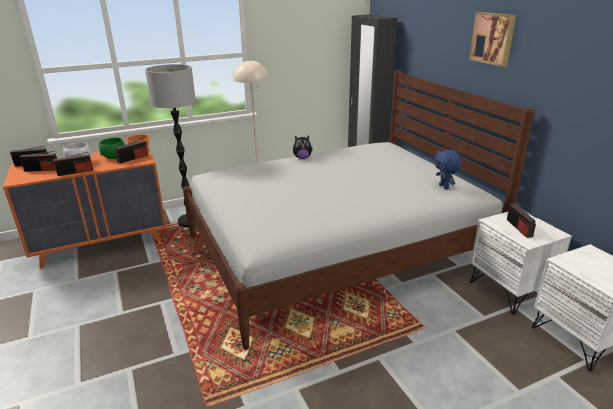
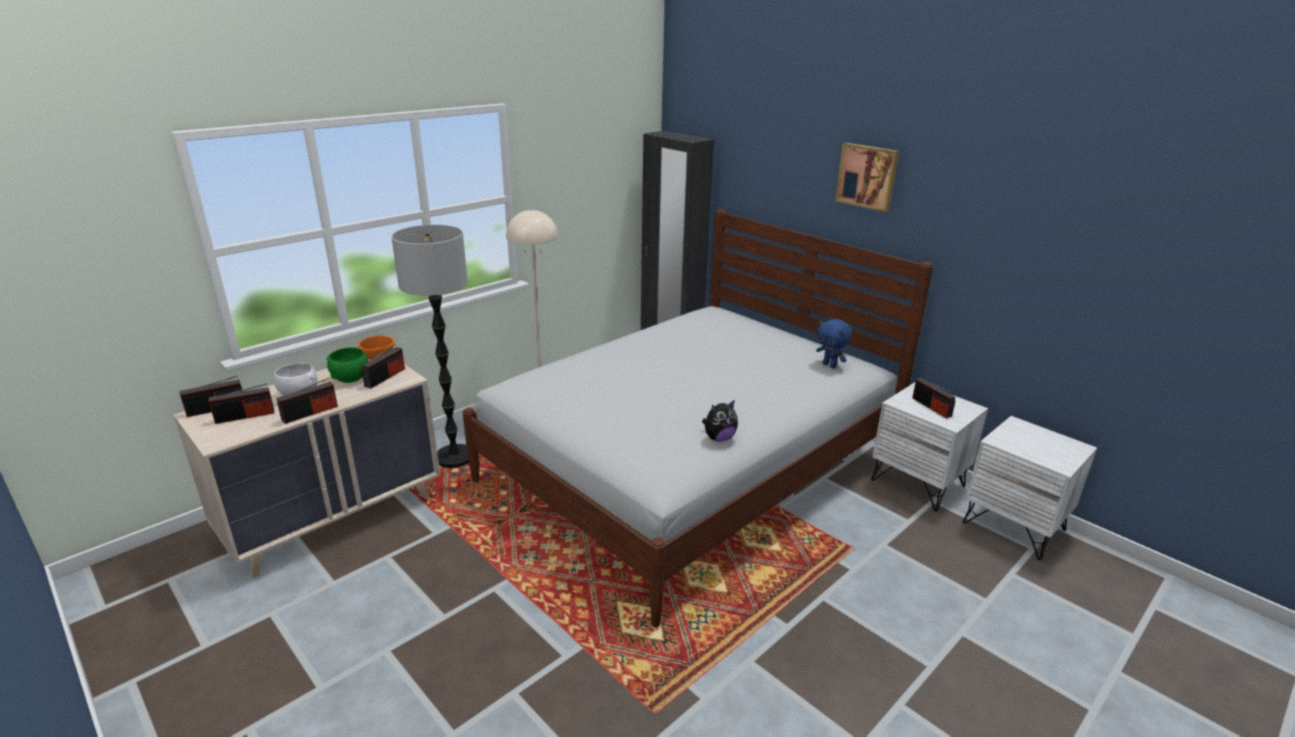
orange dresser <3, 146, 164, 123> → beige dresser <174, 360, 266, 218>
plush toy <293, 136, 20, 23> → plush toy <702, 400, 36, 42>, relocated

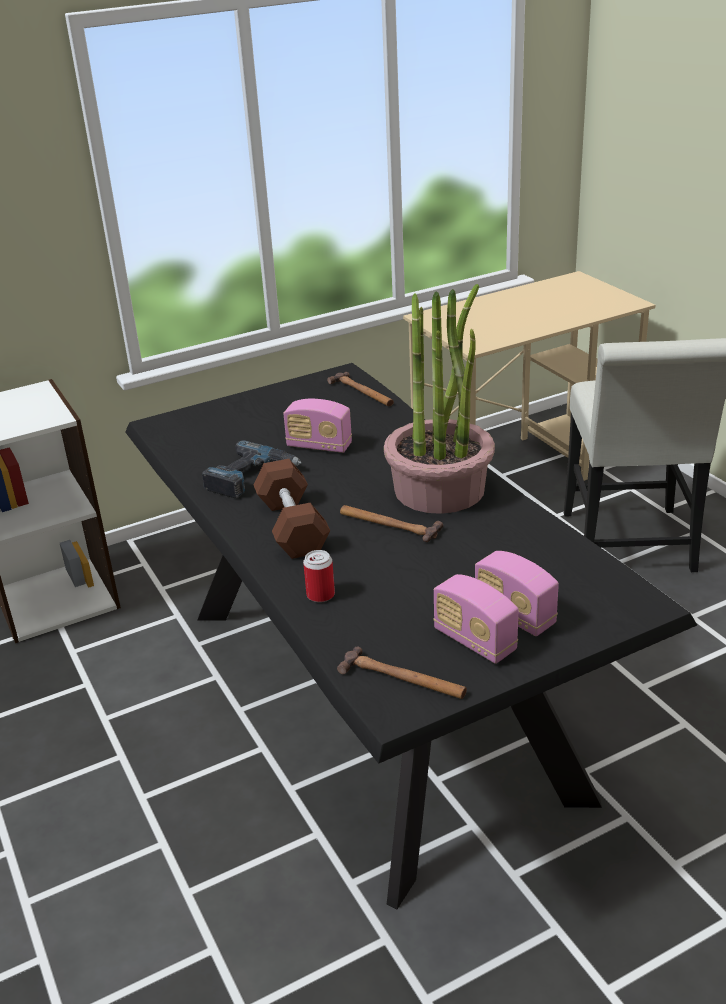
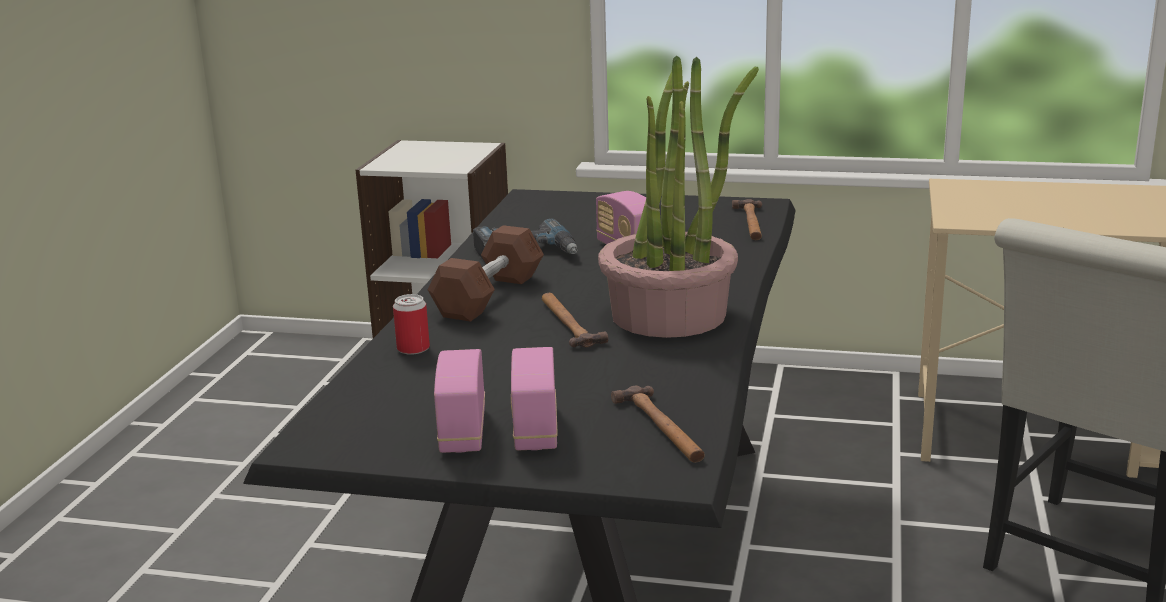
hammer <337, 646, 130, 53> → hammer <611, 386, 94, 77>, relocated

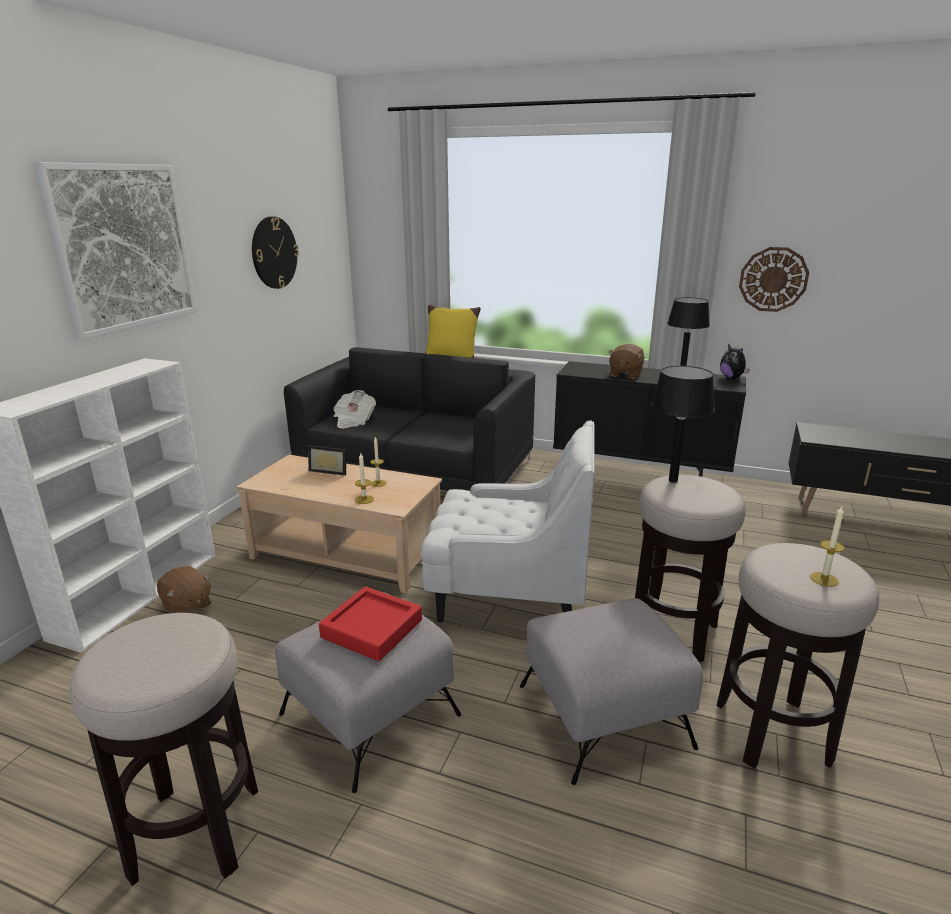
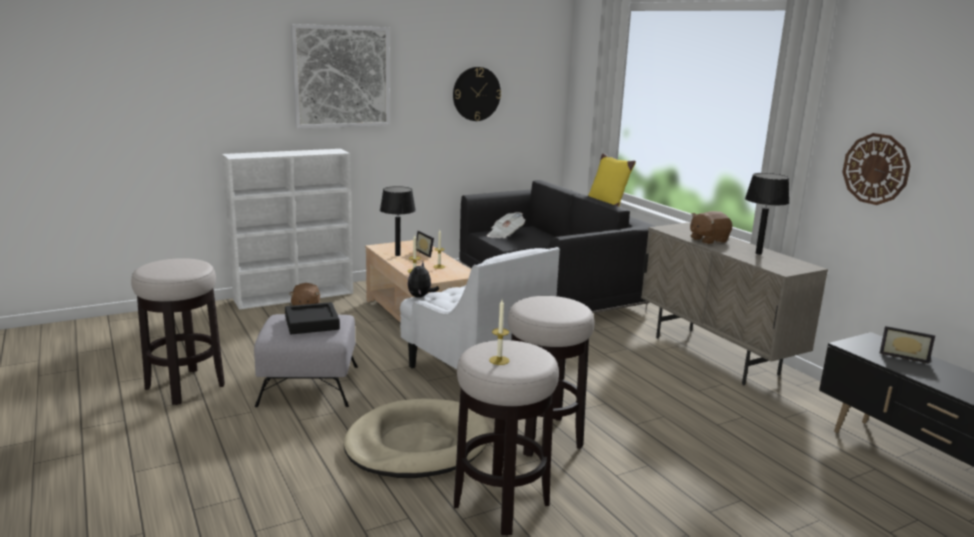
red tray <319, 586, 103, 76> → black tray <285, 302, 55, 32>
grey ottoman <520, 598, 183, 187> → beige dog bed <344, 398, 145, 80>
black table lamp <651, 366, 64, 117> → black table lamp <380, 186, 36, 70>, relocated
plush toy <720, 344, 30, 35> → plush toy <408, 262, 31, 36>, relocated
black cabinet <553, 361, 193, 116> → beige cabinet <641, 223, 187, 162>
- → picture frame <879, 326, 56, 38>

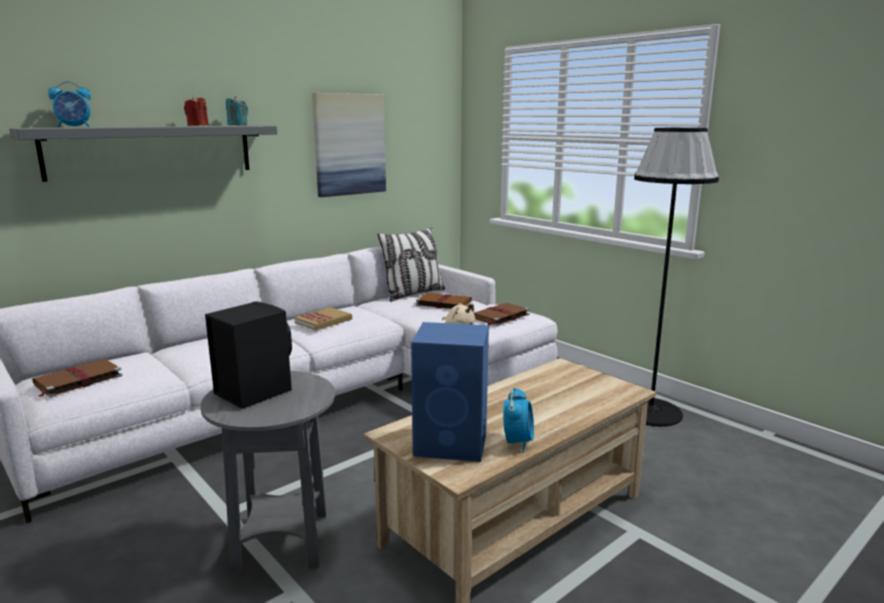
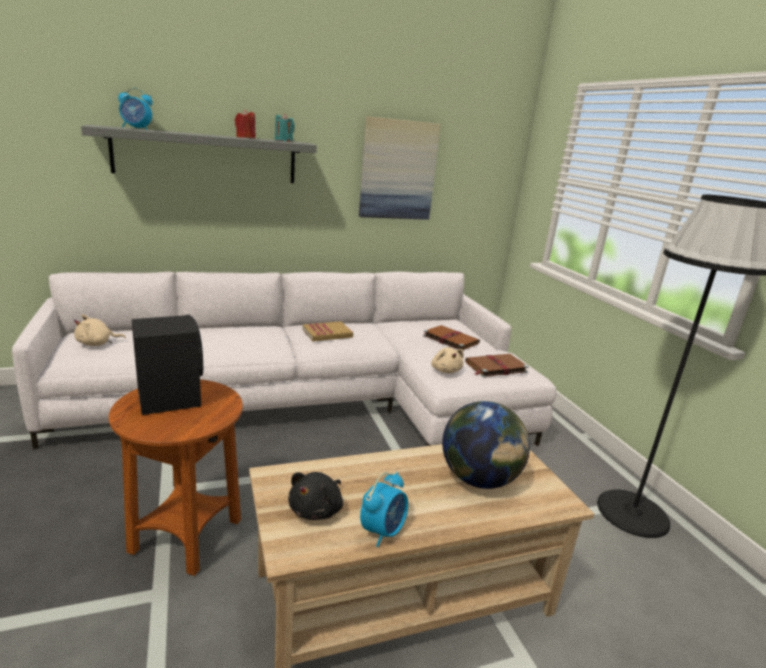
brown book <32, 359, 90, 38> → beige plush toy <74, 314, 52, 32>
grey side table <200, 371, 135, 202> → brown side table <109, 380, 134, 196>
blue speaker <411, 322, 78, 140> → black plush toy <288, 472, 55, 48>
- → globe <442, 401, 88, 88>
pillow <377, 227, 68, 75> → -

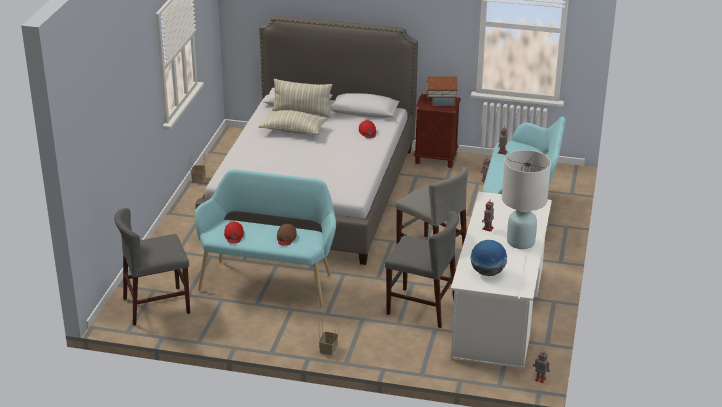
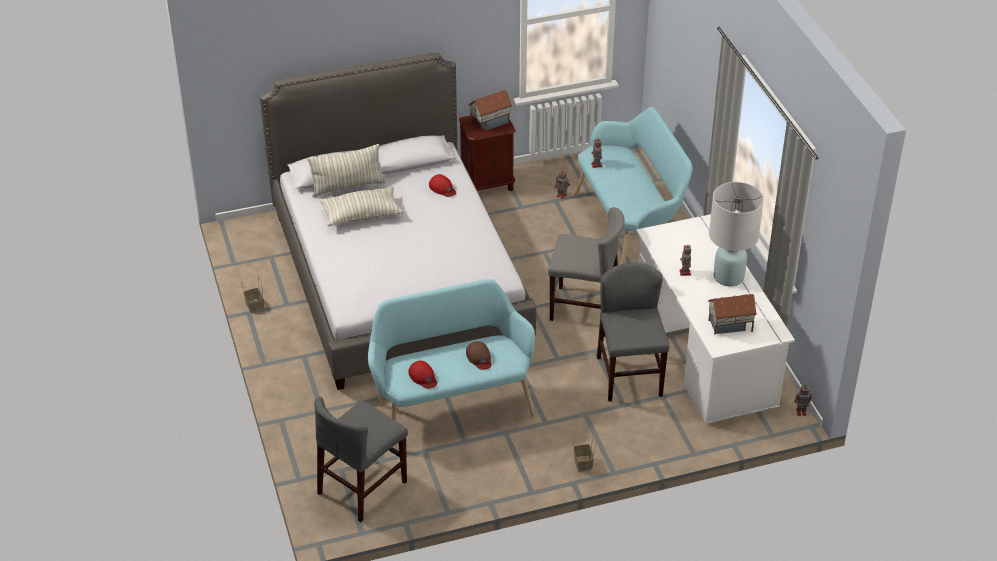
grey chair <385, 211, 74, 117> → grey chair <597, 263, 73, 139>, 90 degrees counterclockwise
globe <470, 240, 37, 36> → toy house <708, 294, 49, 41>

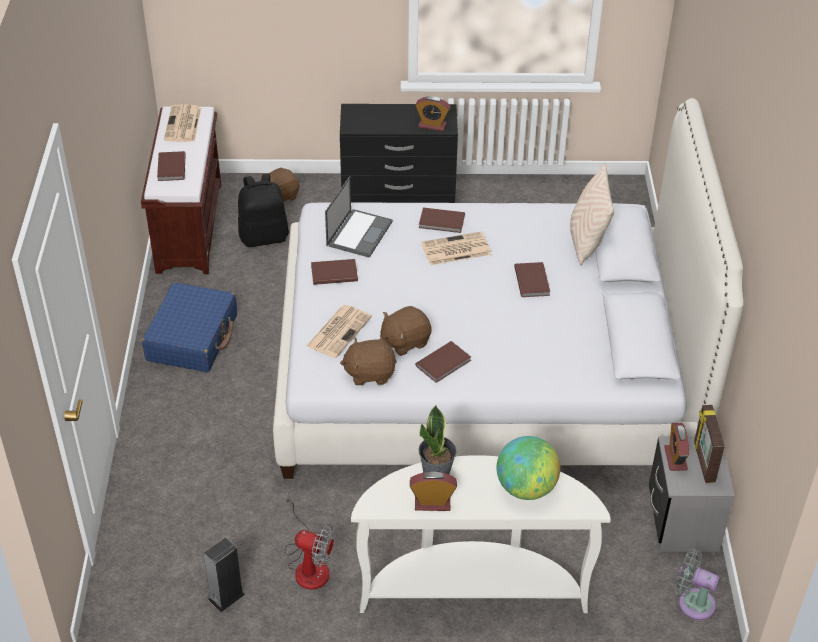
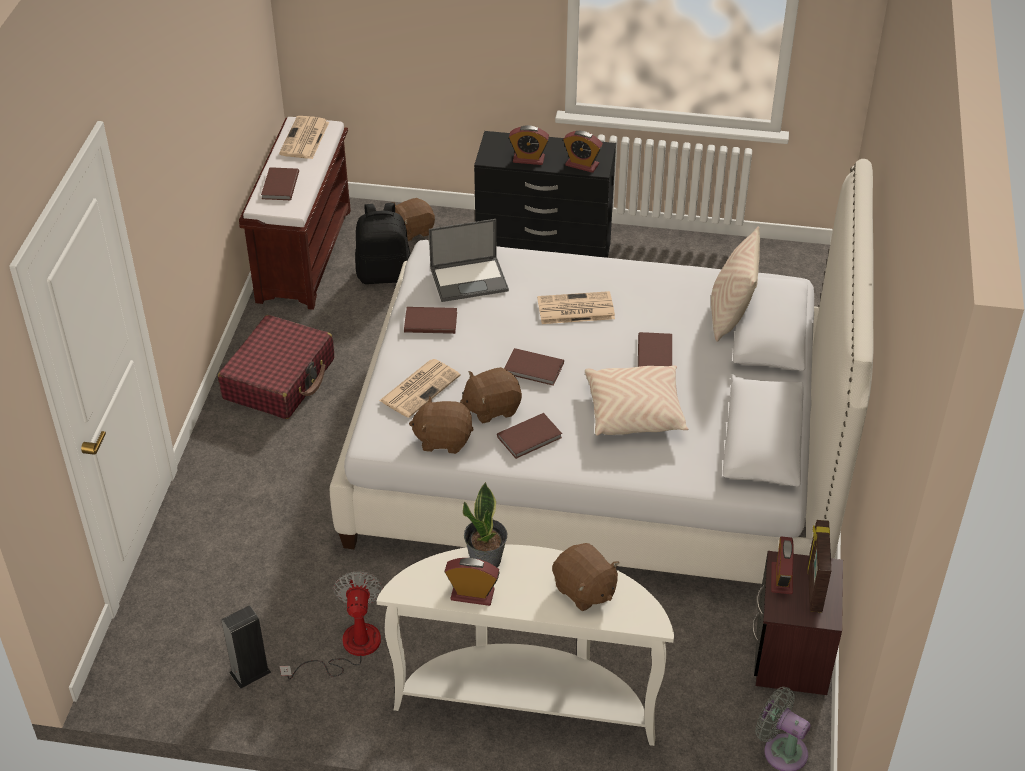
blue suitcase <142, 282, 95, 90> → red suitcase <218, 315, 116, 104>
fan <284, 492, 51, 98> → fan <280, 571, 103, 109>, 120 degrees counterclockwise
laptop <325, 176, 68, 82> → laptop <429, 219, 80, 83>, 45 degrees clockwise
brown book <419, 208, 46, 25> → brown book <504, 348, 60, 38>, relocated
- → alarm clock <509, 125, 40, 40>
globe <497, 436, 63, 64> → brown plush toy <552, 543, 68, 68>
- → beige pillow <585, 365, 103, 71>
grey nightstand <649, 436, 86, 116> → brown nightstand <752, 551, 91, 144>

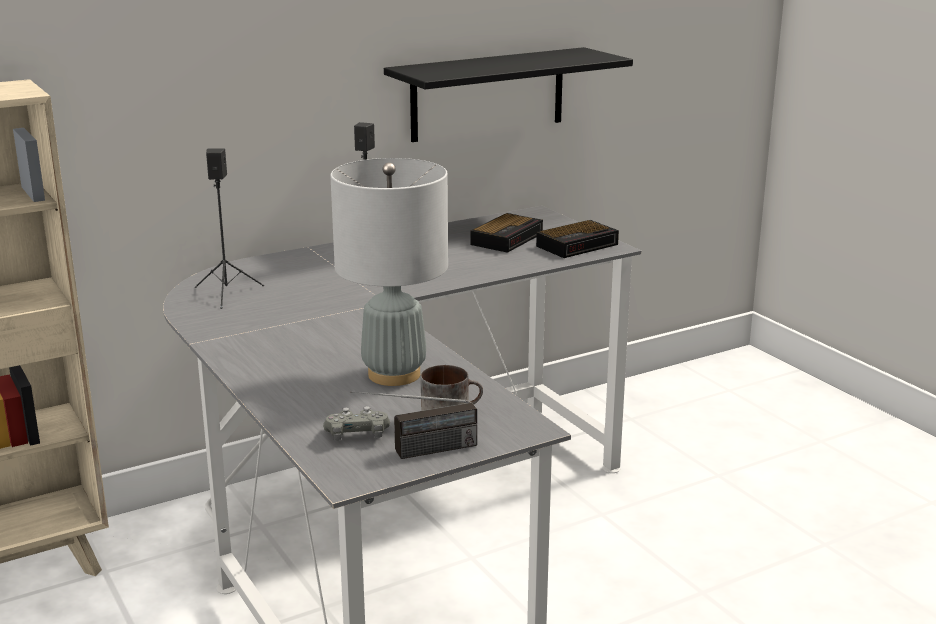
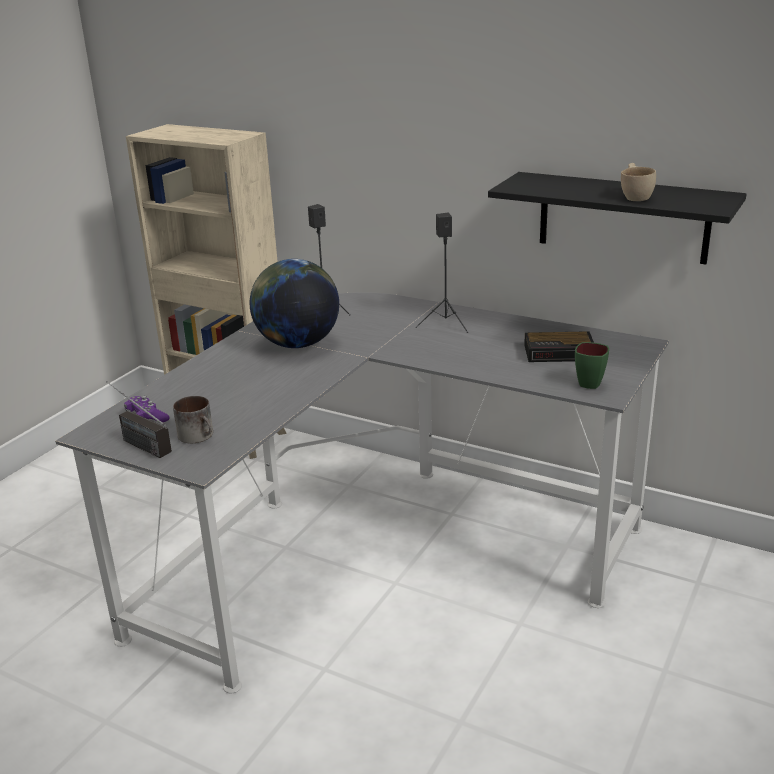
grey game controller <323, 406, 67, 34> → purple game controller <124, 396, 46, 26>
- → globe <250, 259, 89, 89>
alarm clock <536, 220, 83, 38> → green mug <575, 342, 34, 47>
- → beige cup <621, 163, 35, 38>
grey table lamp <330, 158, 118, 228> → -

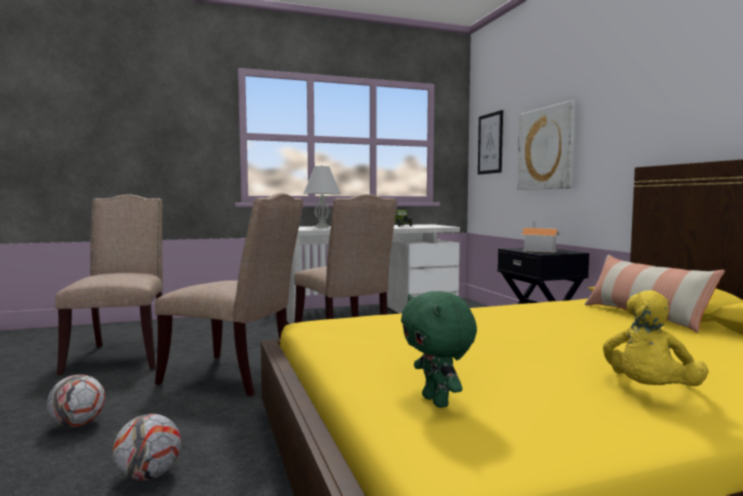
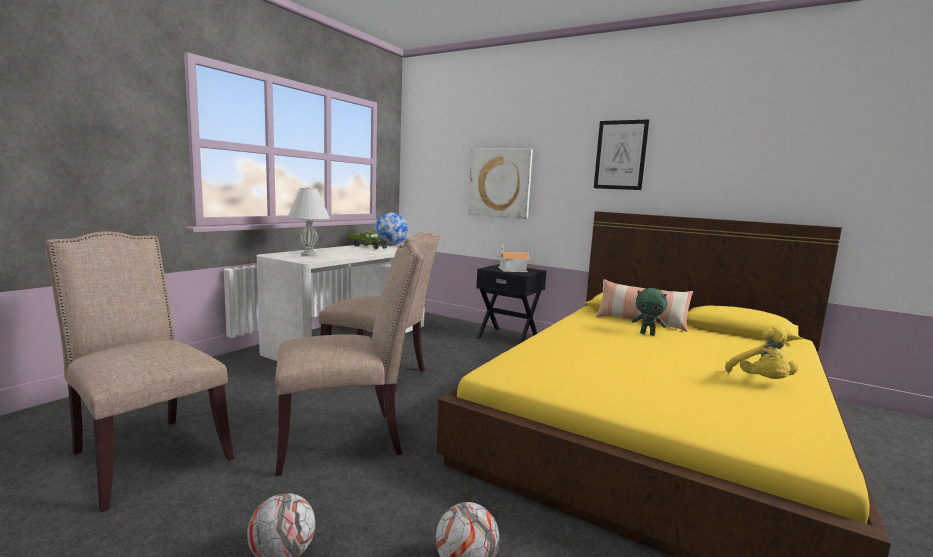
- → globe <375, 212, 33, 33>
picture <478, 110, 25, 65> → picture <594, 120, 55, 70>, relocated
green plush toy <401, 291, 76, 117> → green plush toy <632, 288, 35, 48>, relocated

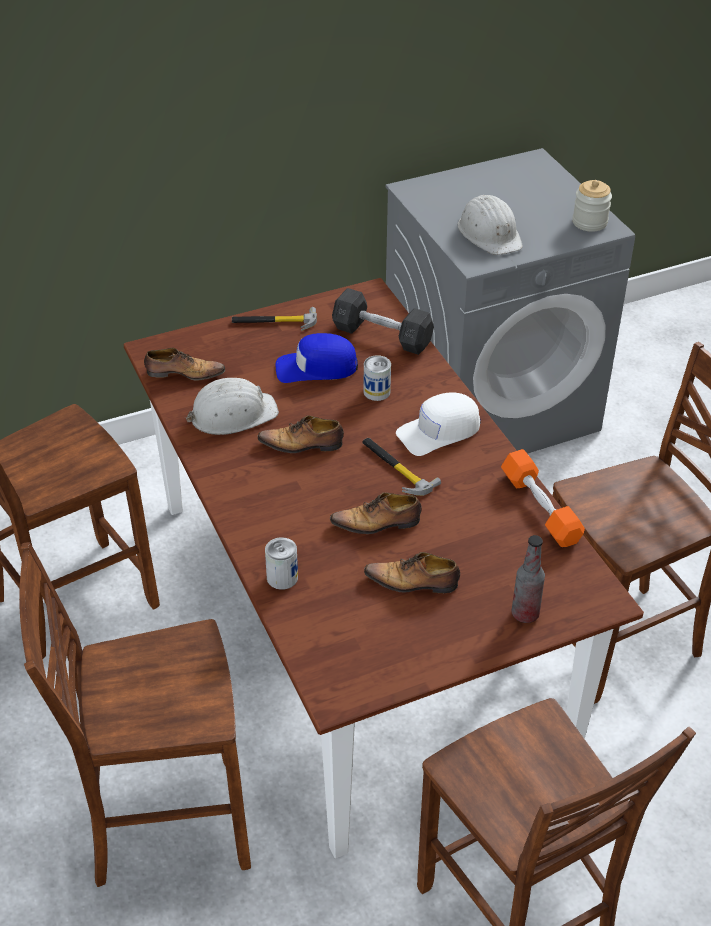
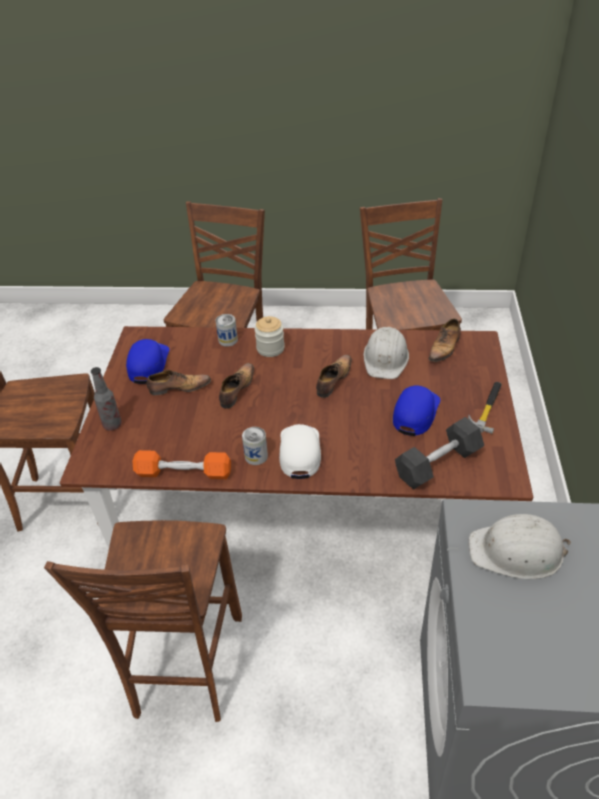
- → blue cap <126, 339, 44, 45>
shoe <364, 552, 96, 41> → shoe <146, 370, 65, 25>, 45 degrees clockwise
can <363, 355, 28, 46> → can <242, 427, 26, 38>, relocated
jar <573, 180, 39, 52> → jar <254, 316, 31, 41>, relocated
hammer <362, 438, 79, 58> → -

